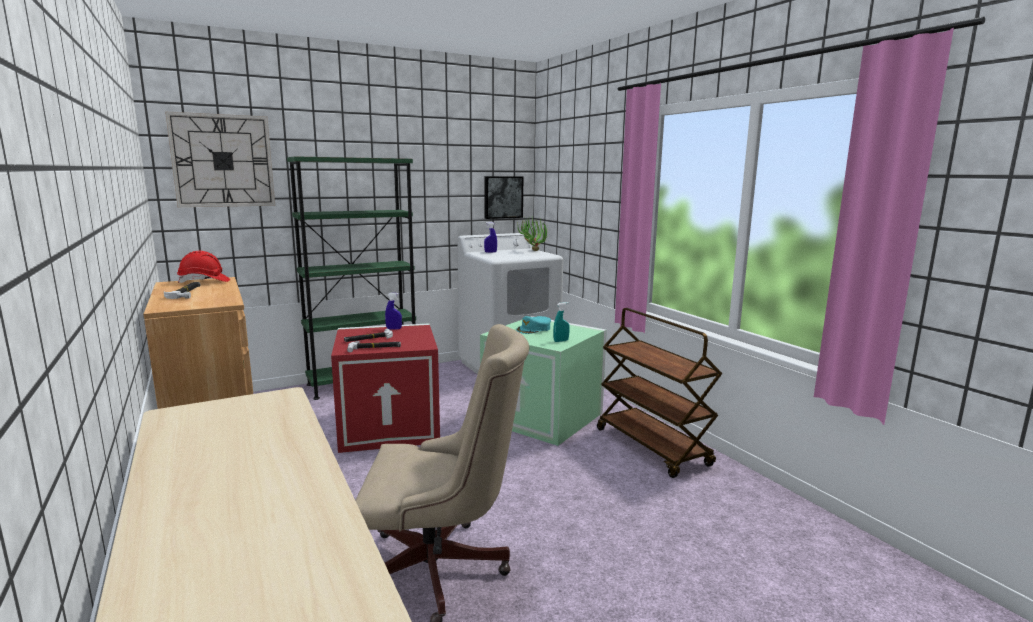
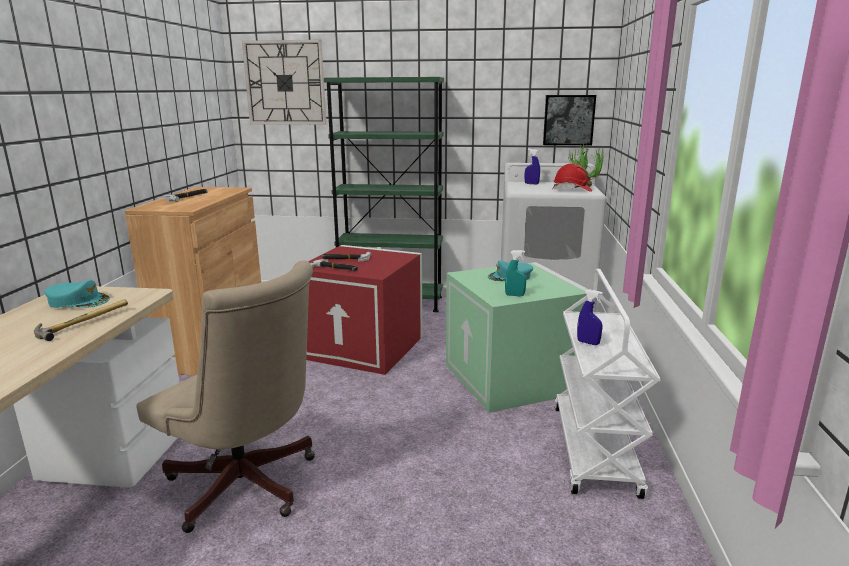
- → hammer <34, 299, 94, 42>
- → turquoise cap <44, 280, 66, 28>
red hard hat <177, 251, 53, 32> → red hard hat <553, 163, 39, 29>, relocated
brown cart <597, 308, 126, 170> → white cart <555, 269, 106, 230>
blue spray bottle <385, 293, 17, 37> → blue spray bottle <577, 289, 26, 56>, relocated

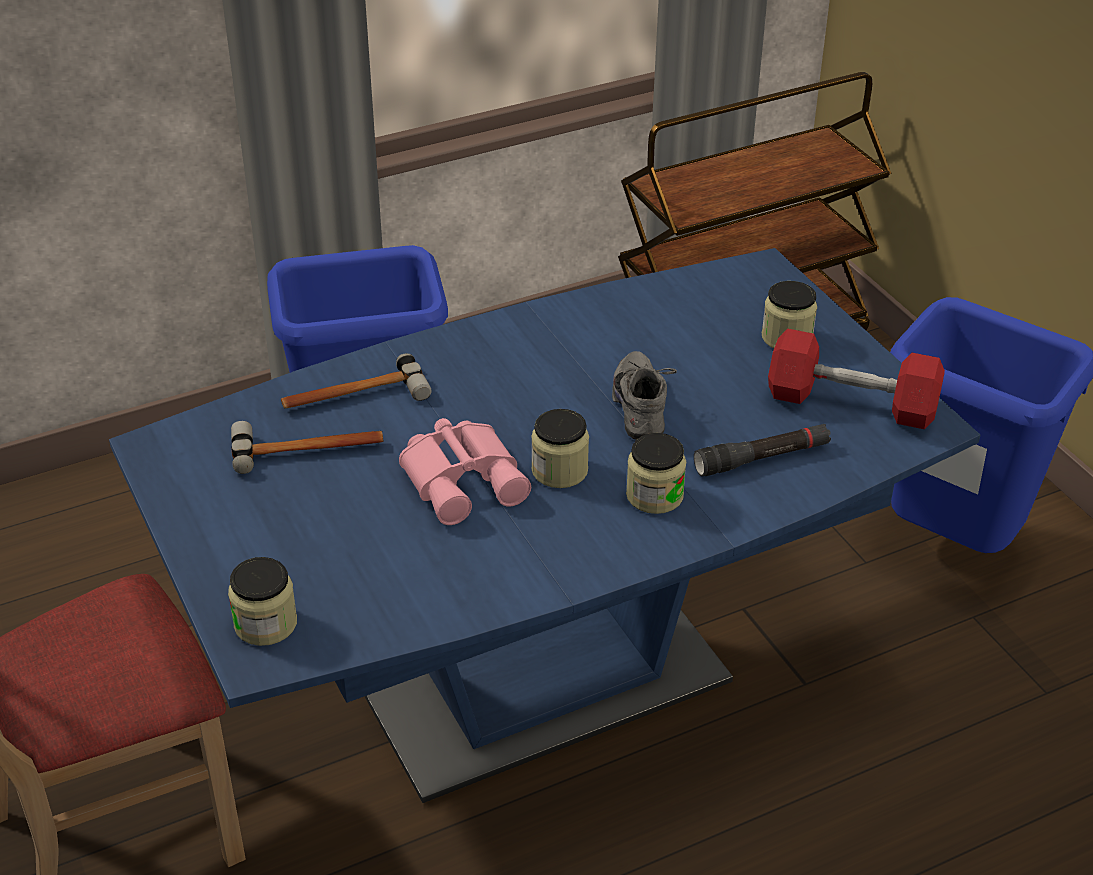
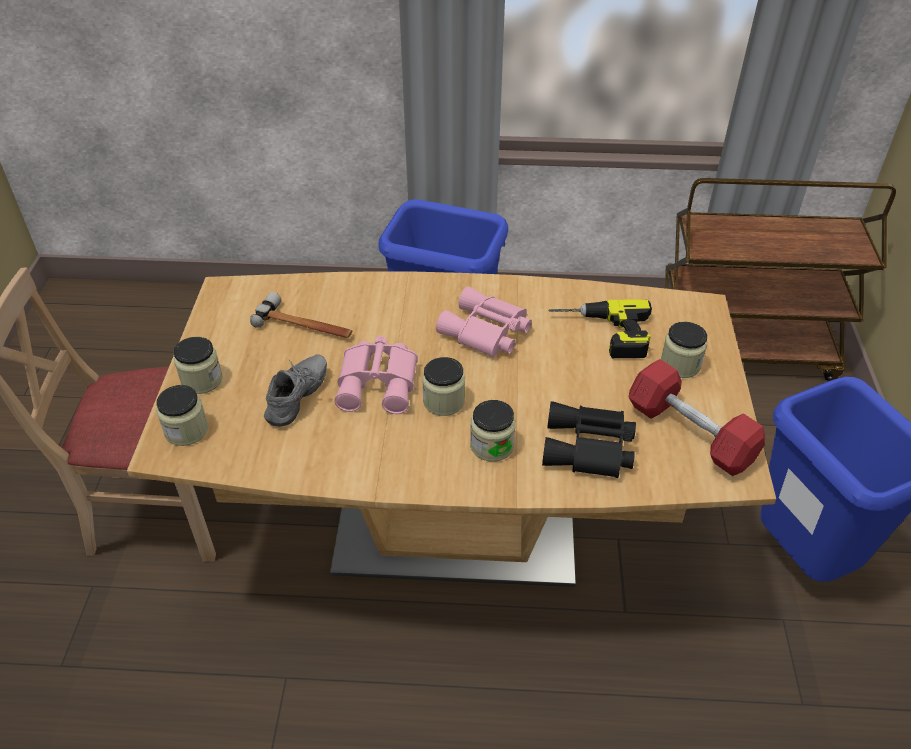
blue dining table <109, 248, 871, 555> → brown dining table <127, 271, 649, 316>
- → jar <174, 337, 49, 57>
grey shoe <612, 351, 65, 89> → grey shoe <264, 355, 63, 72>, relocated
- → pink binoculars <436, 286, 96, 72>
black flashlight <694, 424, 137, 52> → black binoculars <542, 401, 94, 77>
- → power drill <548, 299, 104, 59>
hammer <281, 353, 150, 55> → -

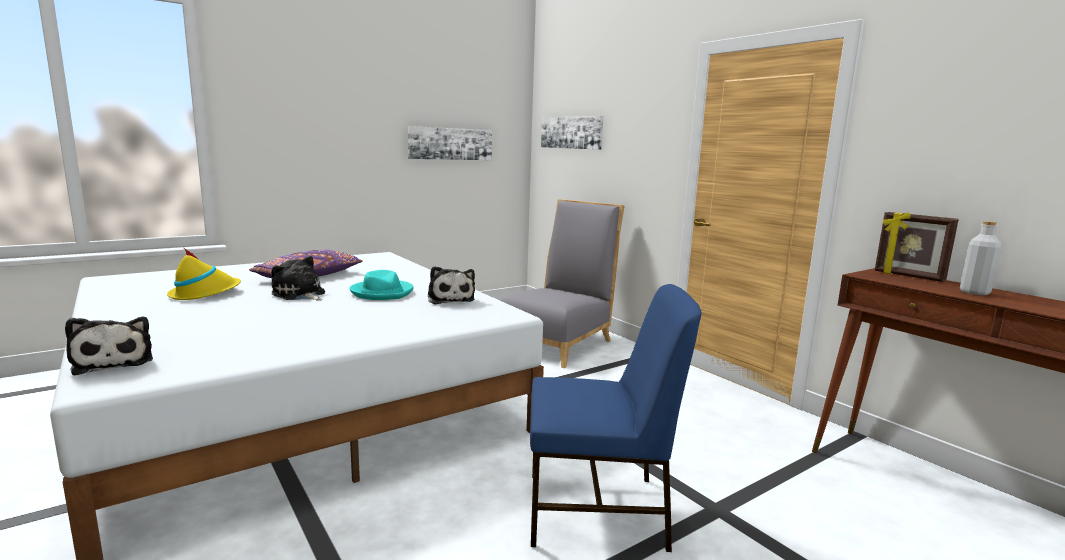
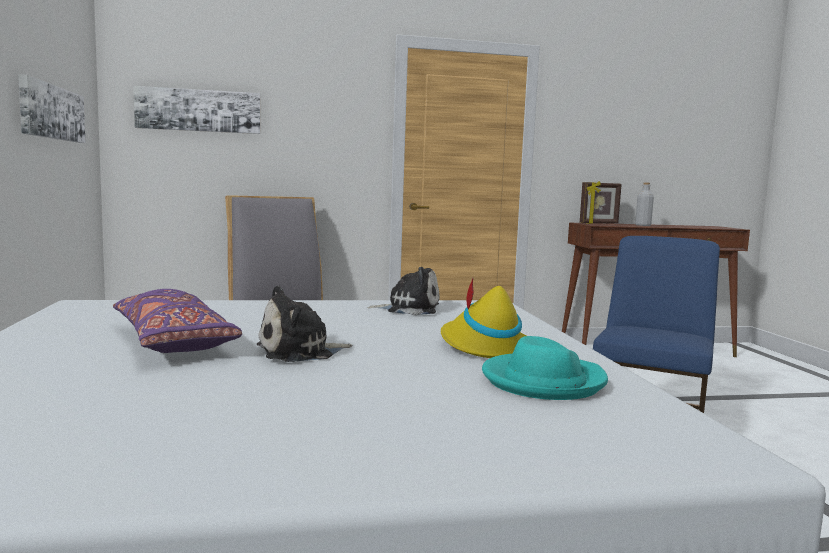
yellow hat <167, 247, 74, 53> → yellow hat <441, 278, 85, 80>, relocated
turquoise hat <349, 270, 64, 30> → turquoise hat <482, 336, 126, 64>, relocated
plush toy <65, 317, 88, 59> → -

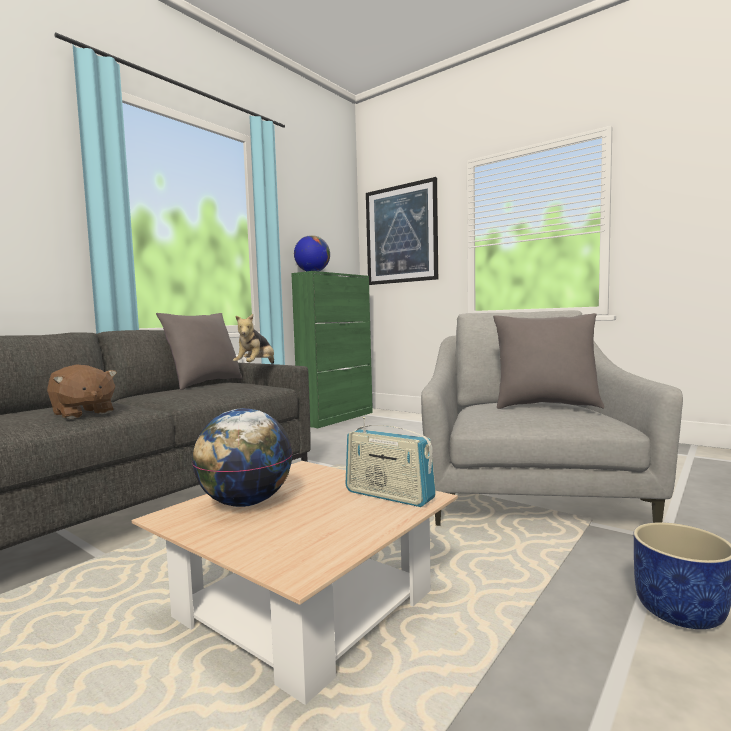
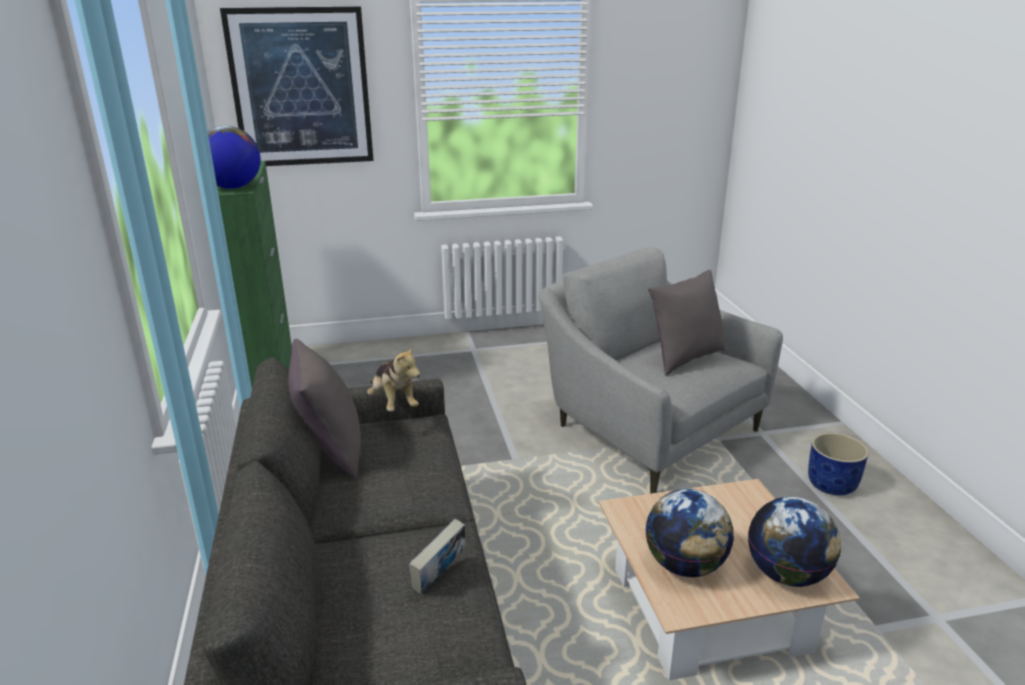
brown plush toy <47, 365, 70, 54> → book <409, 519, 56, 75>
- → globe <748, 497, 93, 90>
radio <346, 417, 90, 90> → -

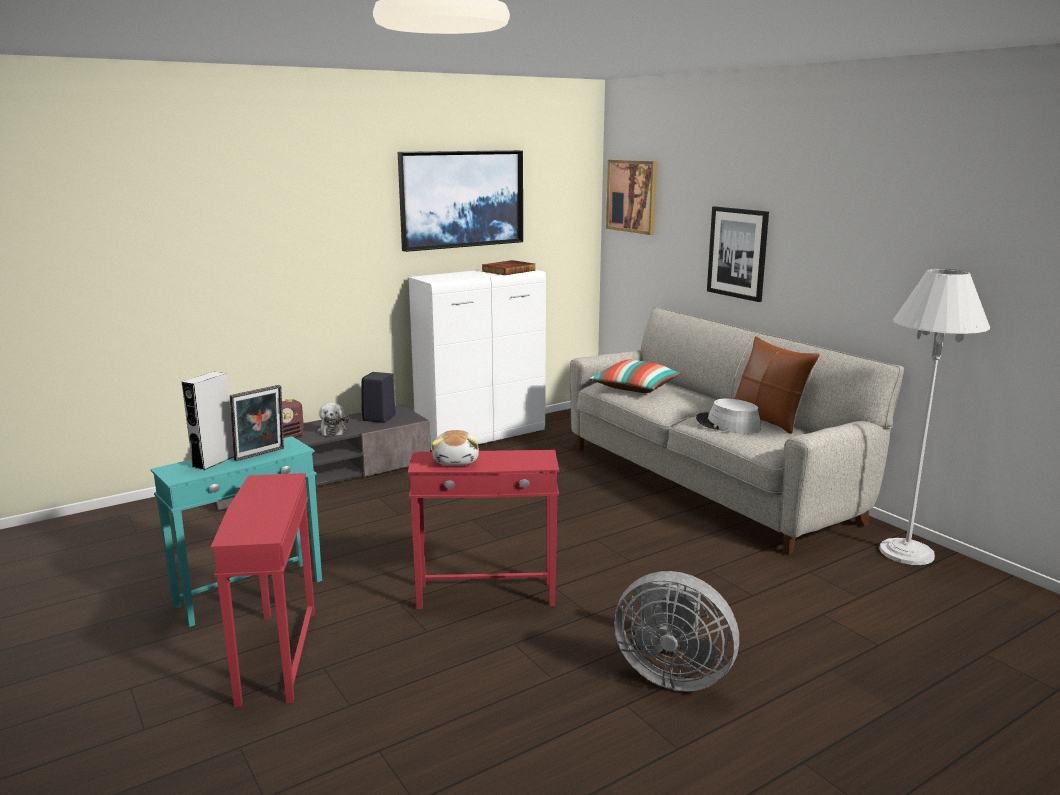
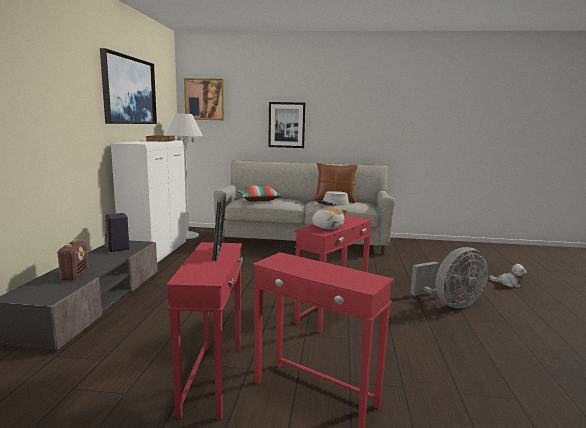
white floor lamp <879, 269, 111, 296> → white floor lamp <166, 113, 37, 126>, relocated
turquoise side table <150, 436, 172, 191> → red side table <166, 242, 77, 178>
plush toy <317, 403, 32, 33> → plush toy <489, 264, 38, 24>, relocated
grey speaker <182, 372, 52, 98> → -

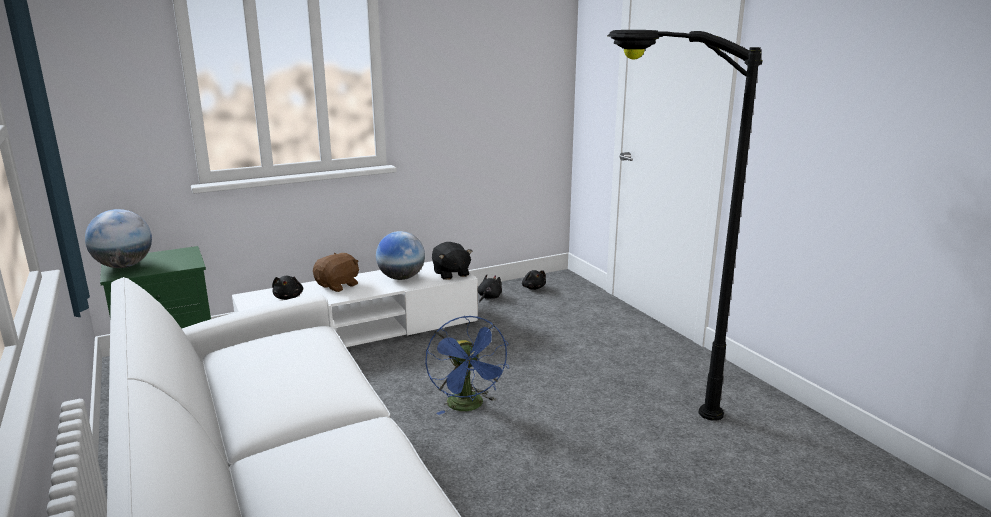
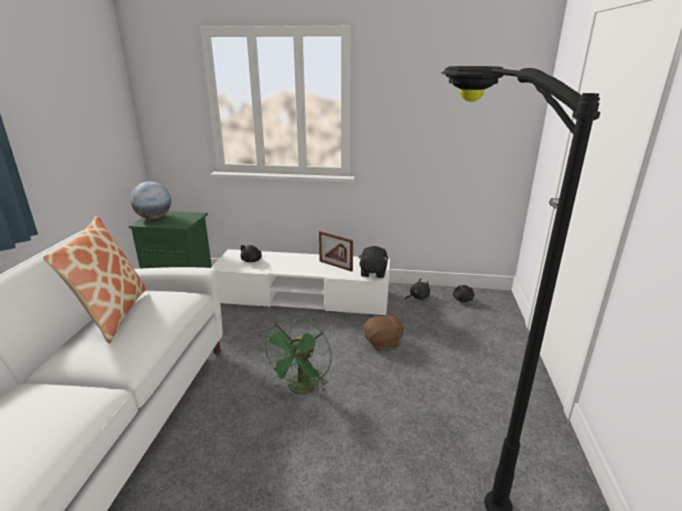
- → pillow <43, 215, 104, 128>
blue fan <425, 316, 84, 99> → green fan <262, 318, 70, 76>
globe <376, 231, 49, 49> → picture frame <319, 231, 34, 41>
brown plush toy <313, 253, 46, 39> → brown plush toy <364, 313, 40, 38>, relocated

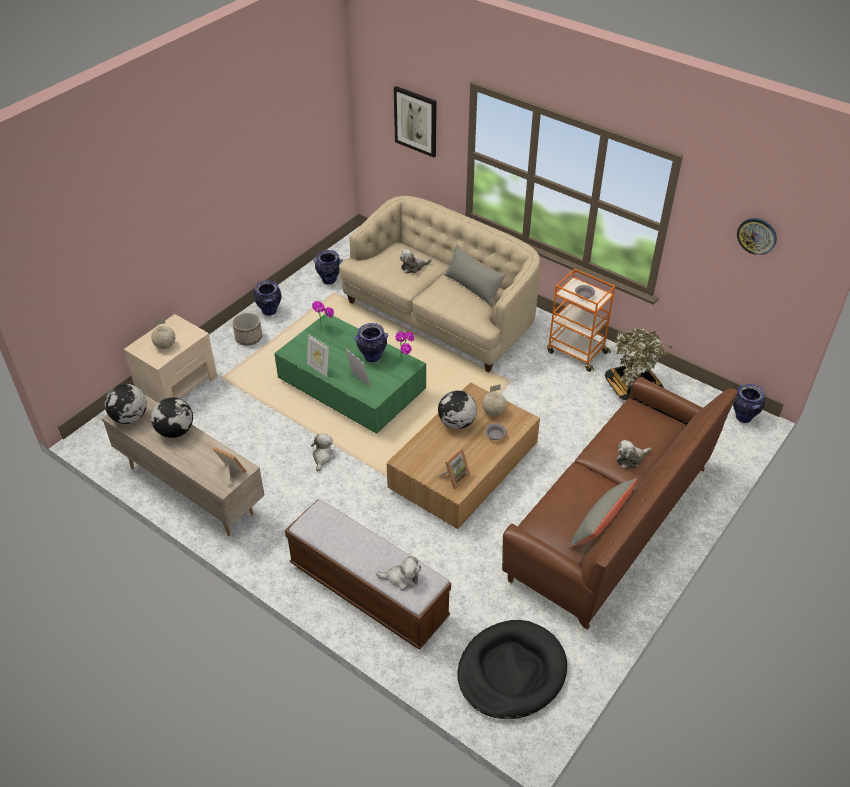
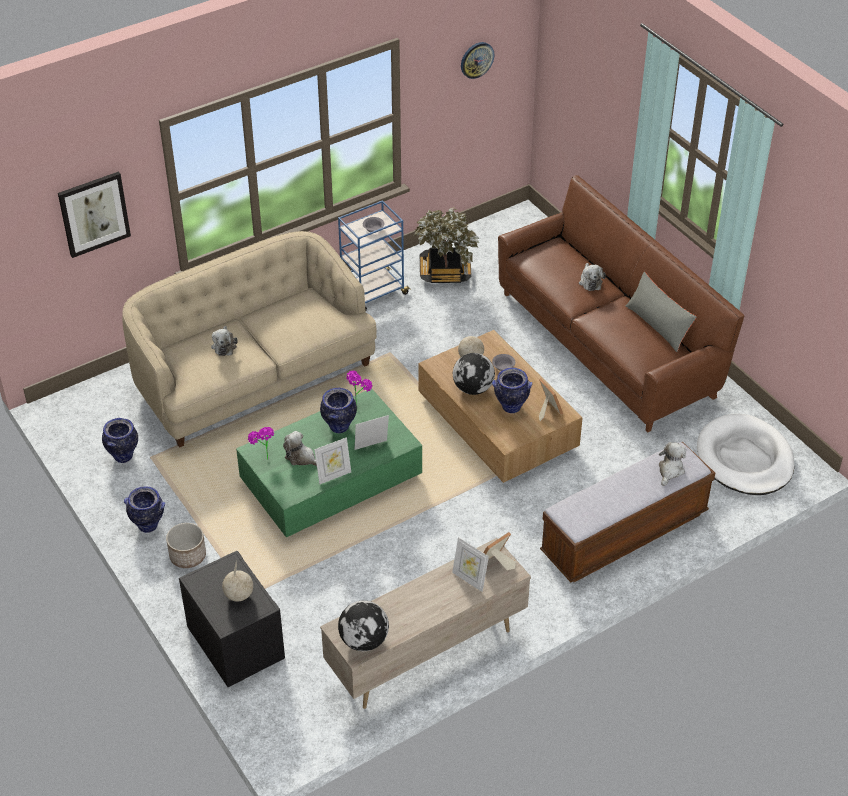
beige nightstand <124, 314, 93, 89> → black nightstand <179, 551, 106, 136>
plush toy <311, 434, 24, 37> → plush toy <283, 431, 34, 35>, relocated
orange cart <547, 269, 68, 103> → blue cart <338, 200, 73, 110>
- → picture frame <452, 537, 37, 55>
vase <733, 384, 32, 39> → vase <492, 368, 40, 45>, relocated
black dog bed <457, 620, 110, 99> → white dog bed <697, 414, 98, 81>
globe <151, 397, 42, 41> → -
grey pillow <445, 244, 60, 63> → -

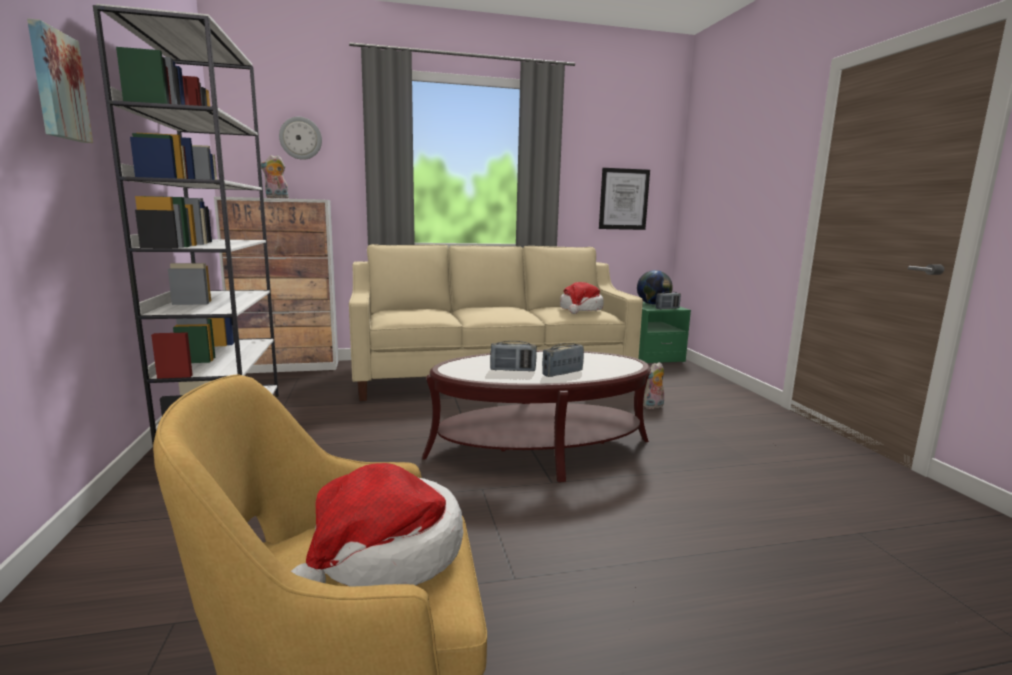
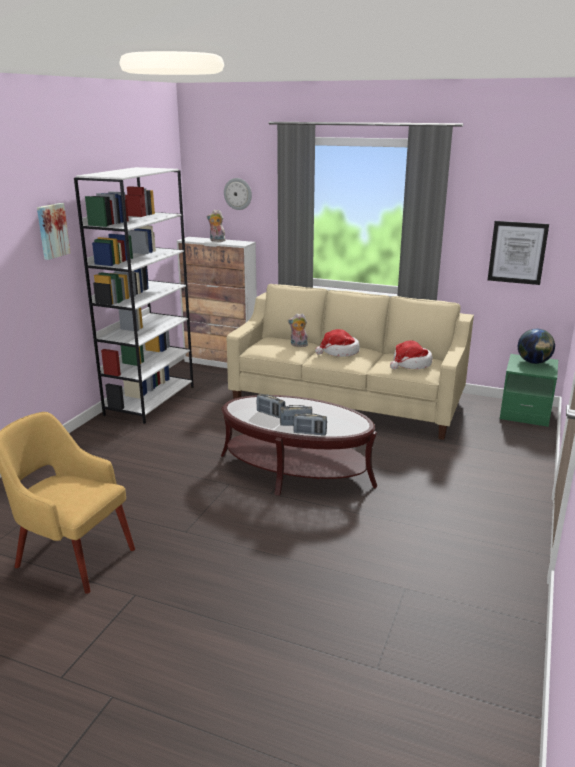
plush toy <643, 362, 21, 47> → plush toy <288, 313, 20, 34>, relocated
radio <656, 291, 25, 18> → radio <293, 413, 34, 22>, relocated
hat <291, 463, 172, 124> → hat <315, 329, 45, 28>, relocated

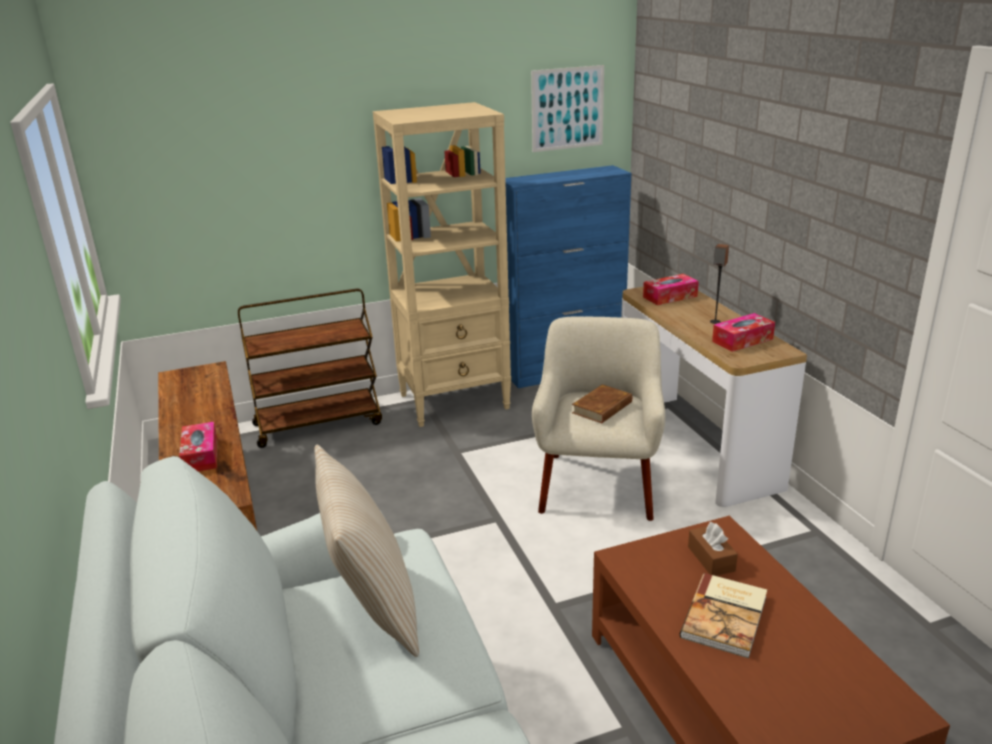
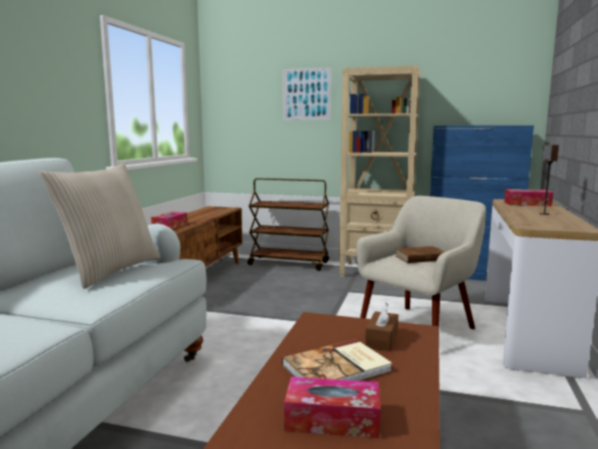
picture <531, 65, 73, 87> → picture <283, 68, 48, 52>, relocated
tissue box <712, 313, 63, 39> → tissue box <284, 377, 97, 62>, relocated

